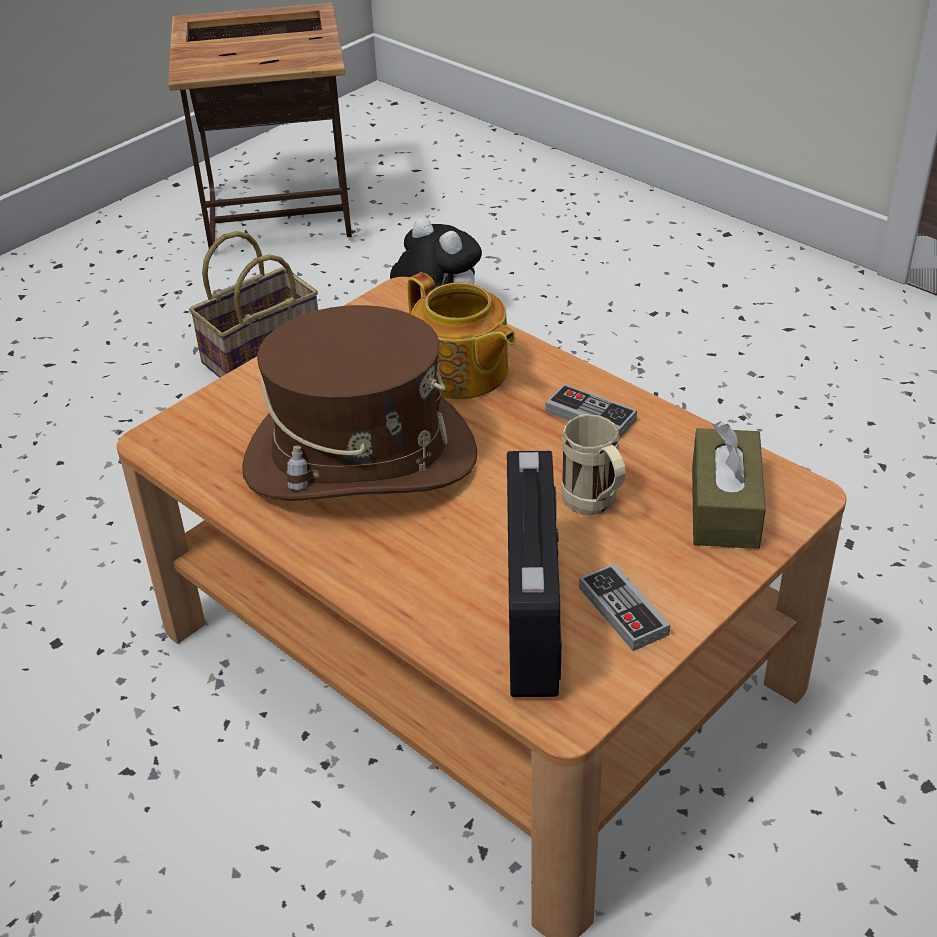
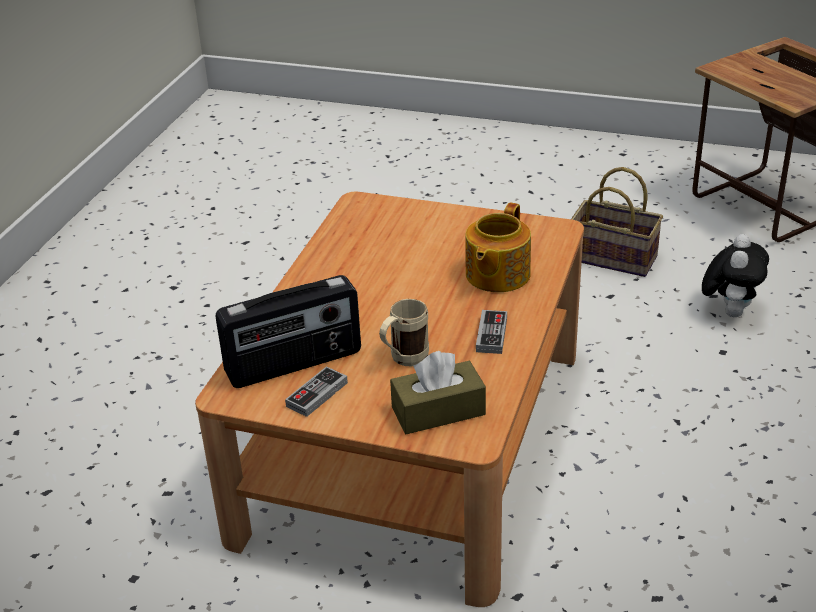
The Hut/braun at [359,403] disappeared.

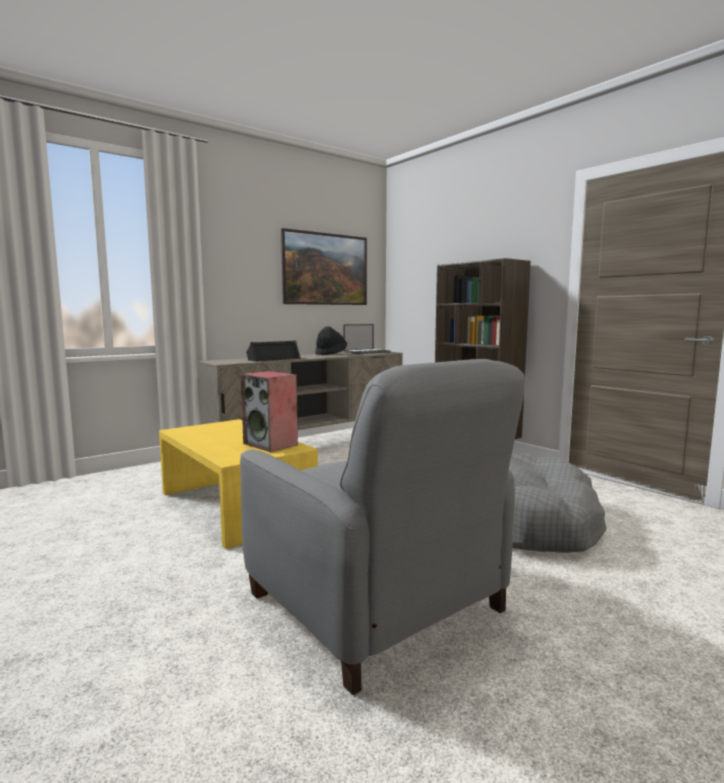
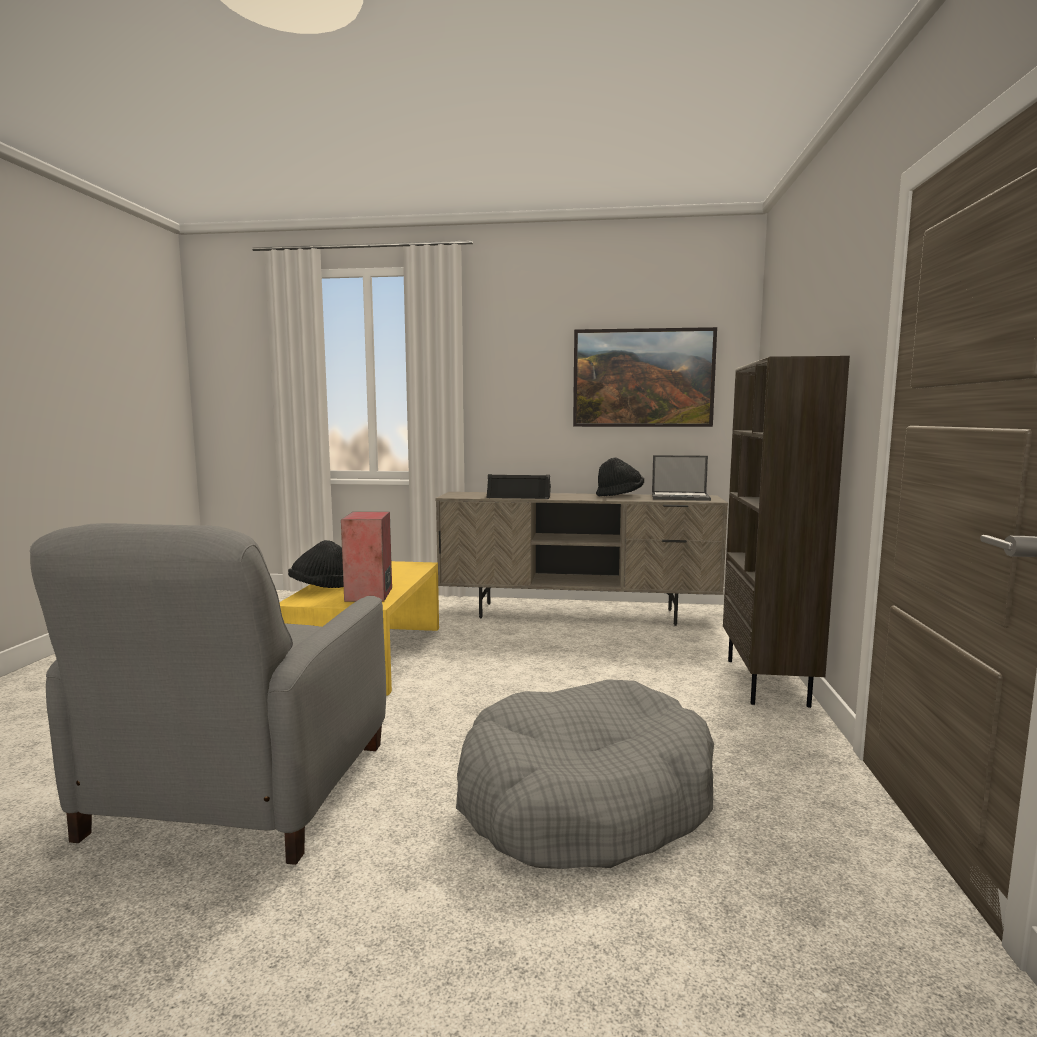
The Hut/schwarz at [316,564] appeared.

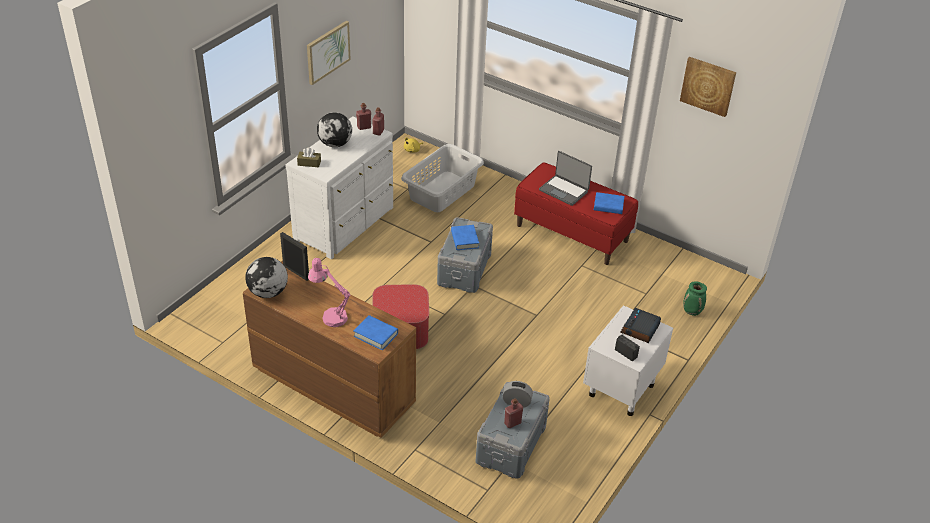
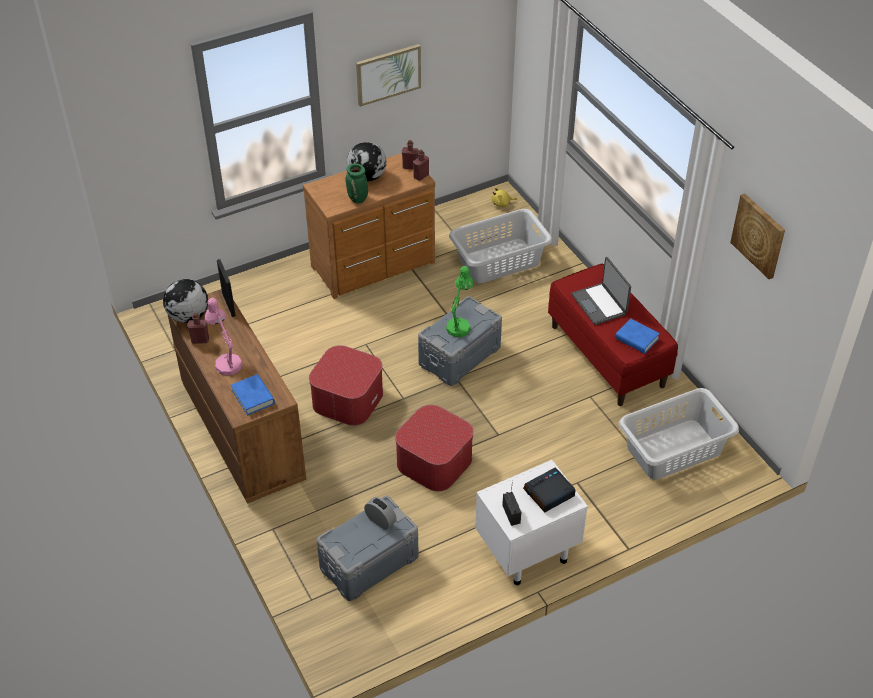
The Kommode/weiß at [339,187] became the Kommode/braun at [369,226].
The Taschentuchbox/braun at [309,157] disappeared.
The Buch/blau at [465,237] was replaced by the Tischlampe/grün at [460,301].
The Flasche/rot moved from [513,413] to [198,328].
The Vase/grün moved from [695,298] to [356,183].
The Polsterhocker at [434,448] appeared.
The Wäschekorb/grau at [679,434] appeared.

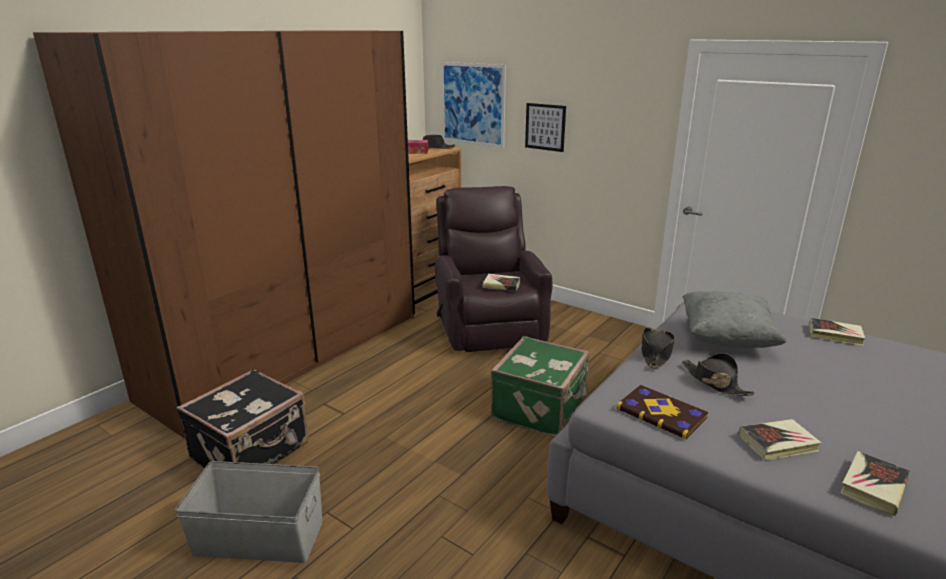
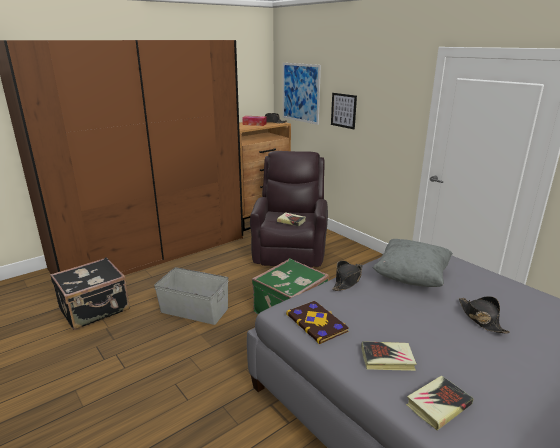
The Aufbewahrungsbox/grau moved from [249,512] to [191,296].
The Hut/schwarz moved from [718,374] to [484,315].
The Buch at [837,332] disappeared.

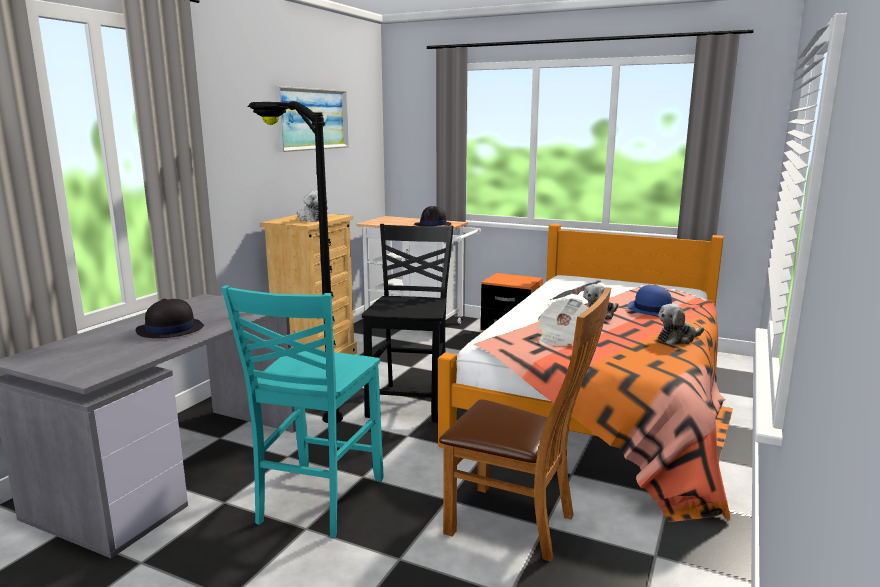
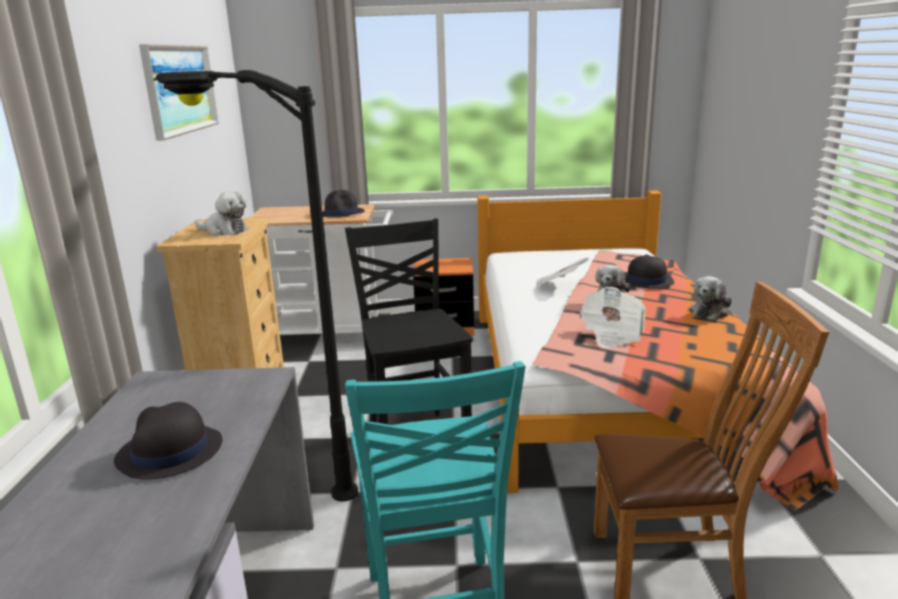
The Hut/blau at [649,300] became the Hut/schwarz at [649,271].

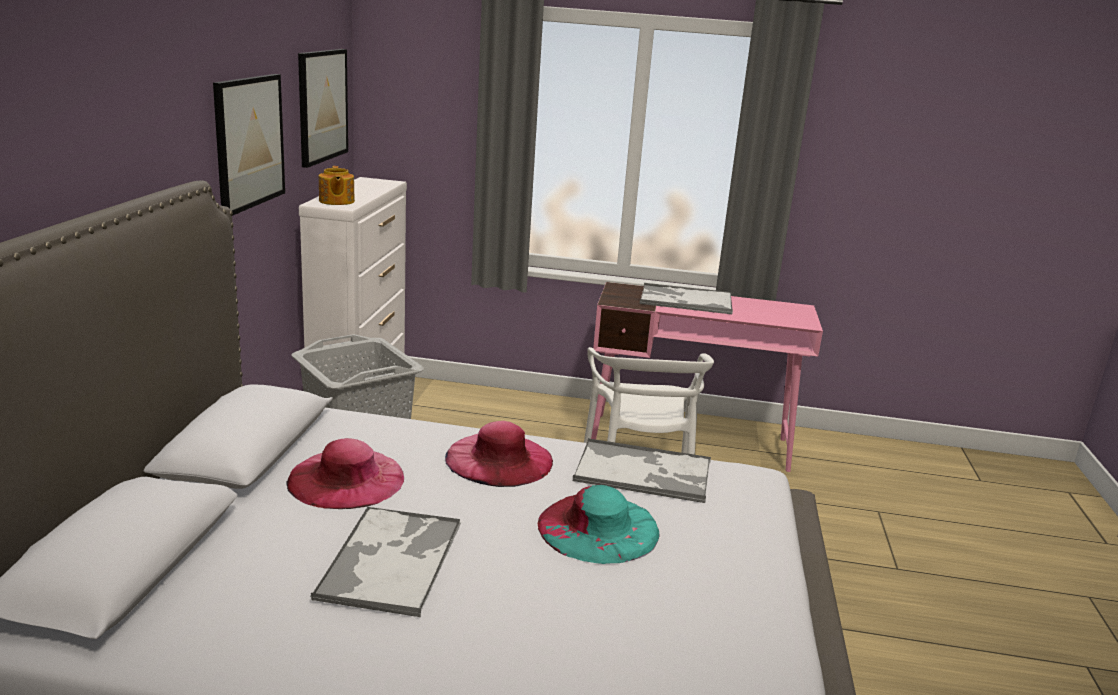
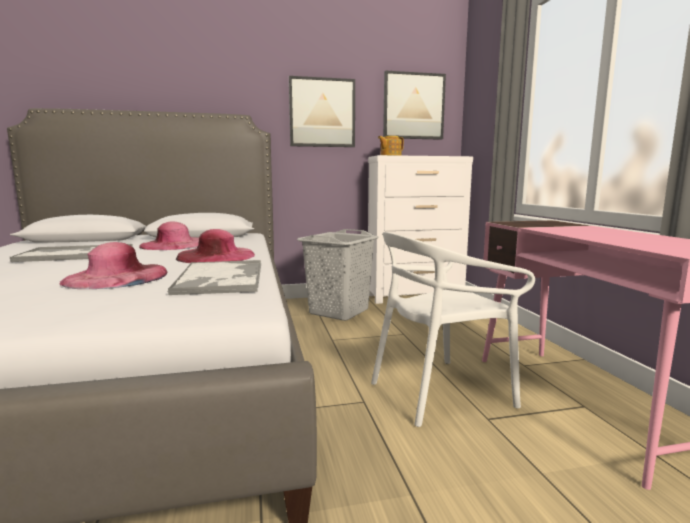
The Hut/türkis at [598,524] became the Hut/rosa at [113,265].
The Tablett at [686,298] disappeared.

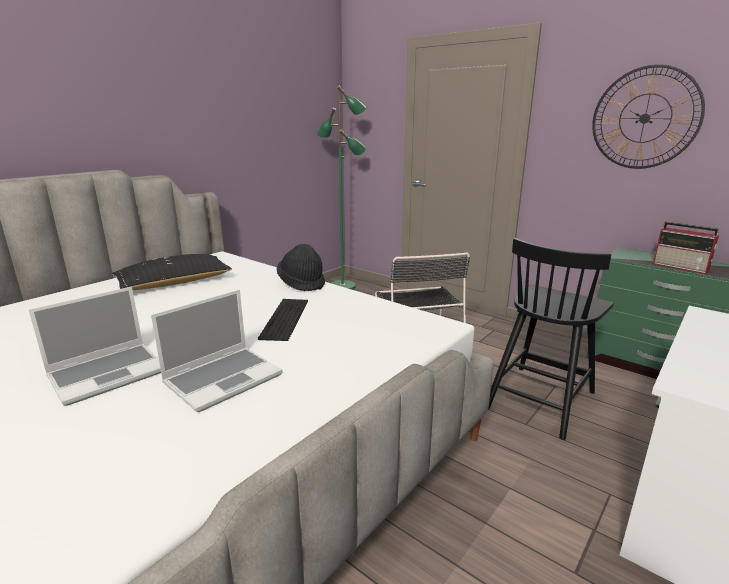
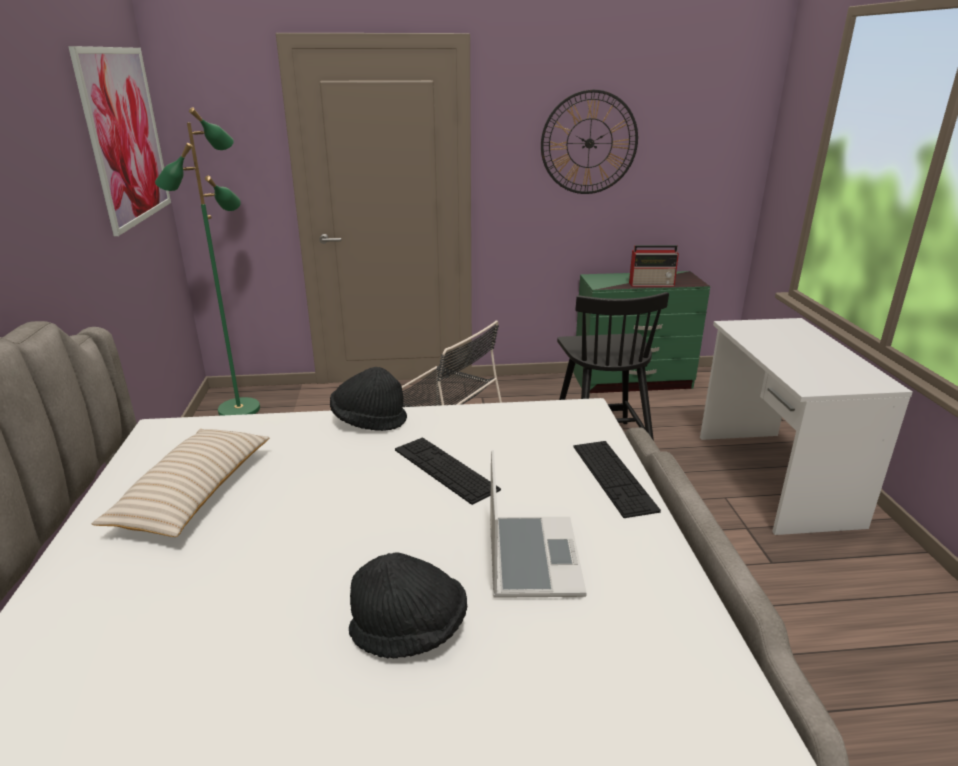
The Laptop at [95,346] was replaced by the Hut/schwarz at [408,605].
The Kissen/schwarz at [172,272] became the Kissen/beige at [180,483].
The Bild at [119,141] appeared.
The Tastatur at [617,479] appeared.

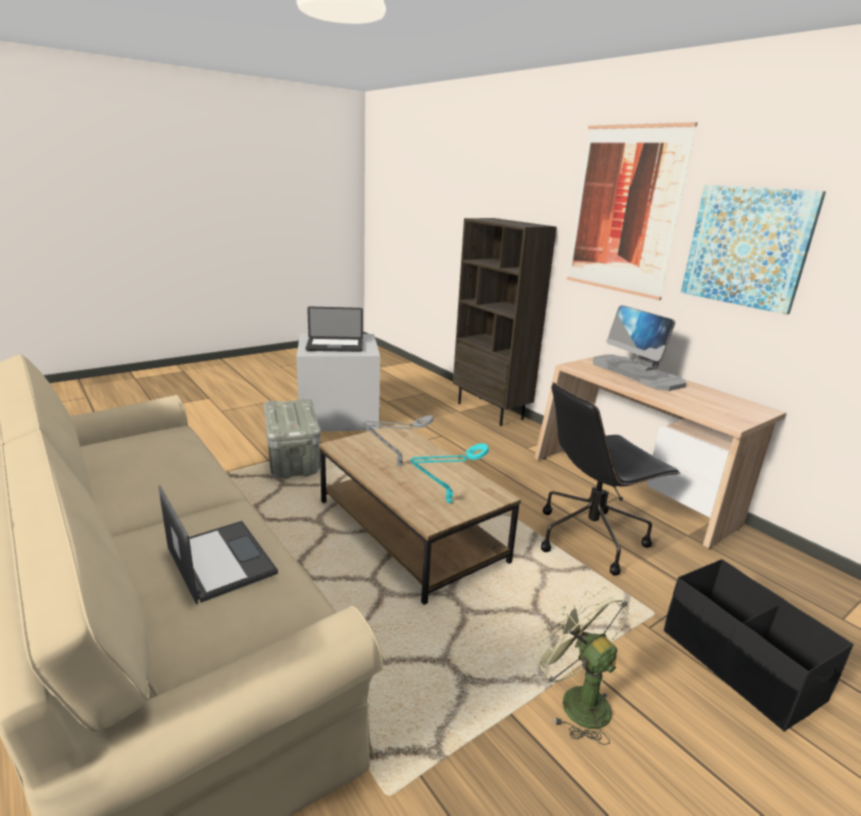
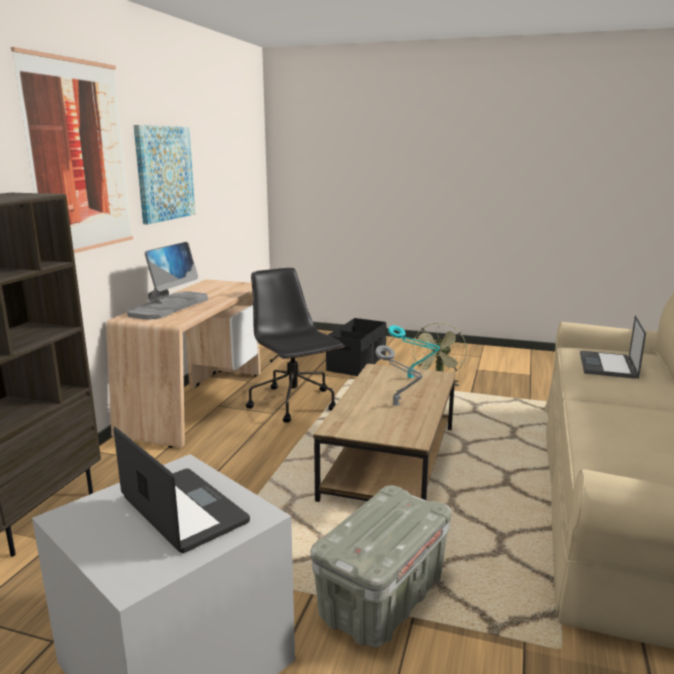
The Bürostuhl/schwarz at [610,479] turned 150 degrees counterclockwise.

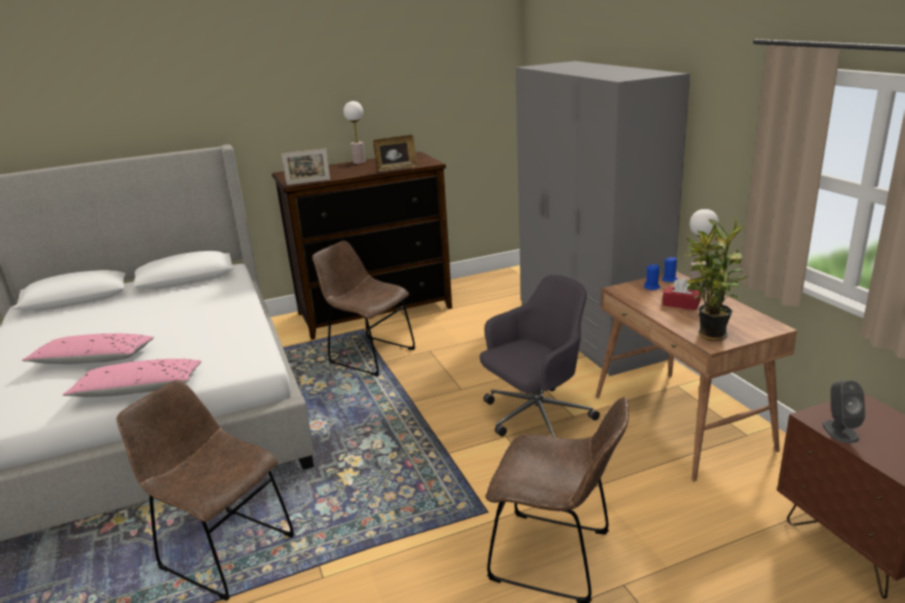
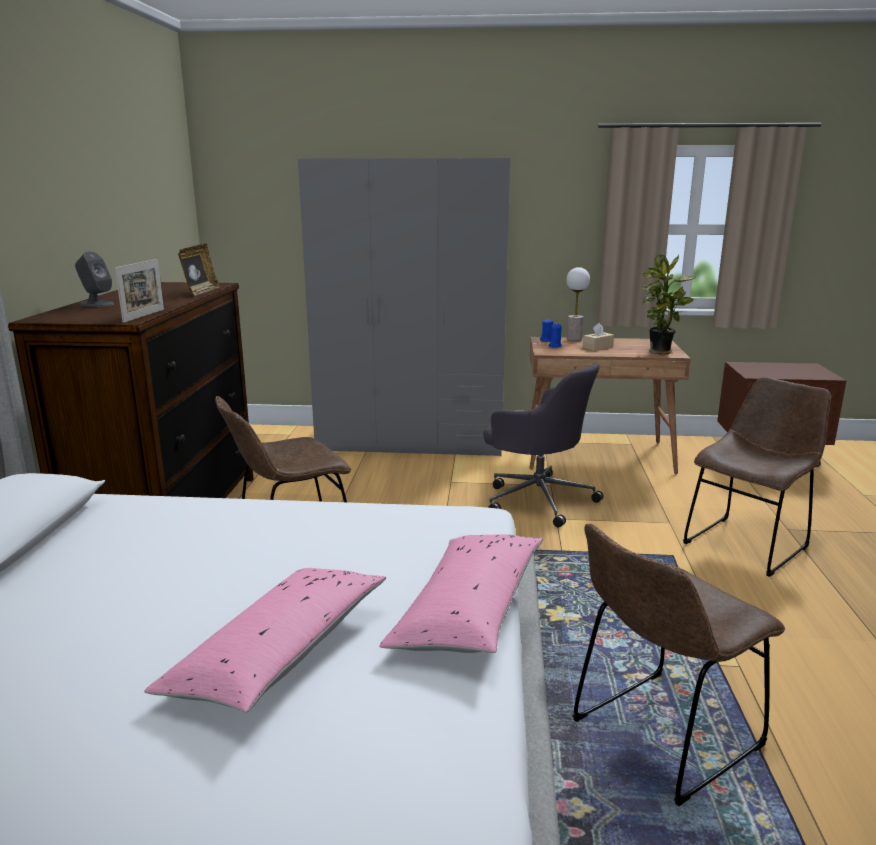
The Tischlampe at [354,132] disappeared.
The Bürostuhl/grau at [540,356] turned 135 degrees clockwise.
The Taschentuchbox/rot at [682,294] became the Taschentuchbox/beige at [598,336].
The Lautsprecher/grau moved from [844,411] to [94,279].

